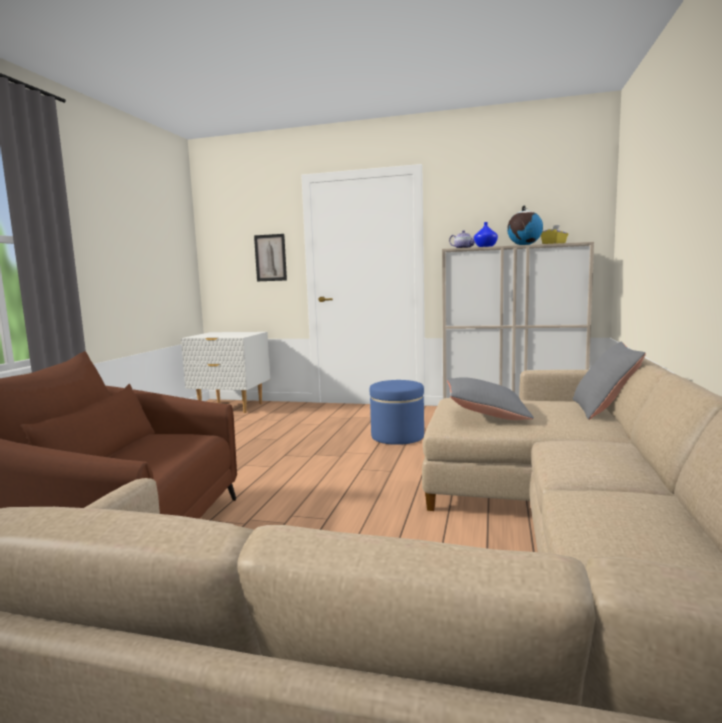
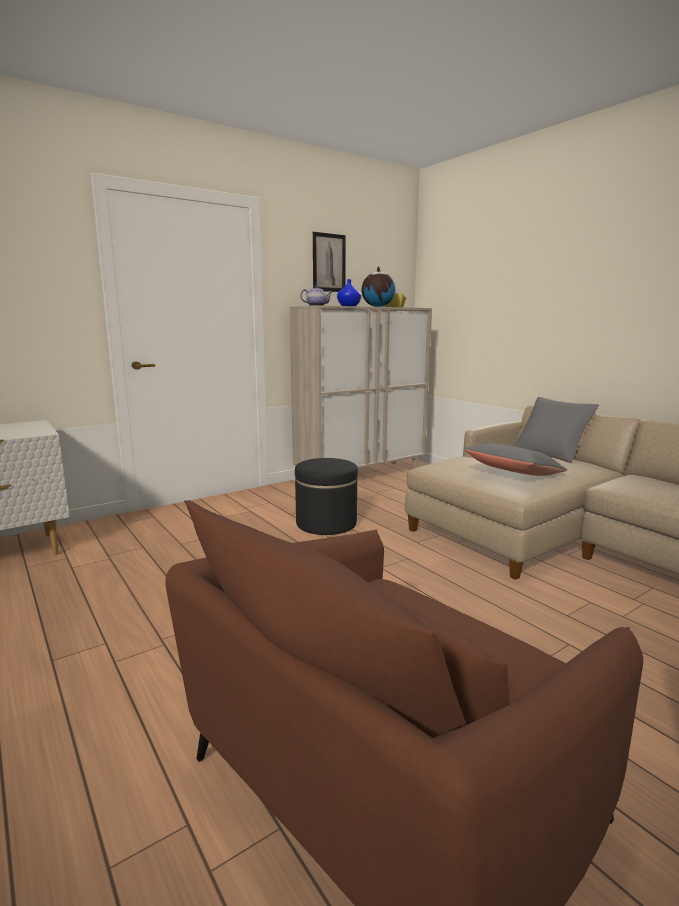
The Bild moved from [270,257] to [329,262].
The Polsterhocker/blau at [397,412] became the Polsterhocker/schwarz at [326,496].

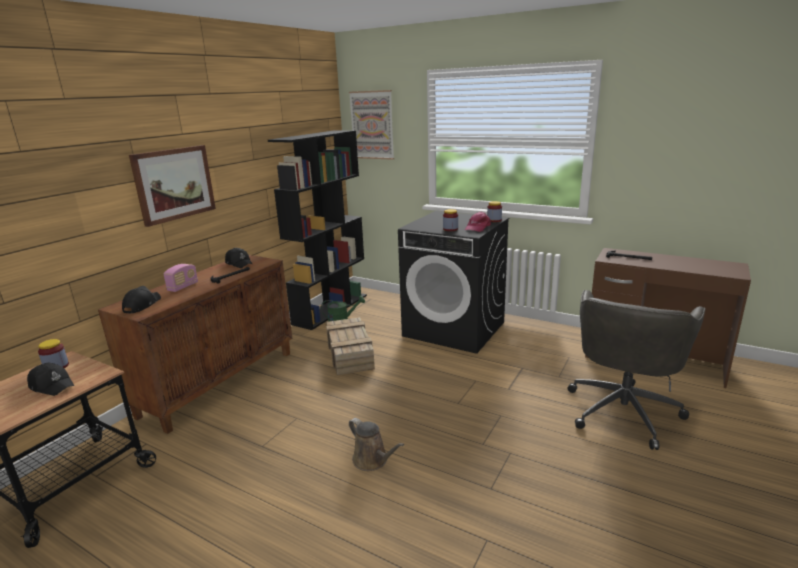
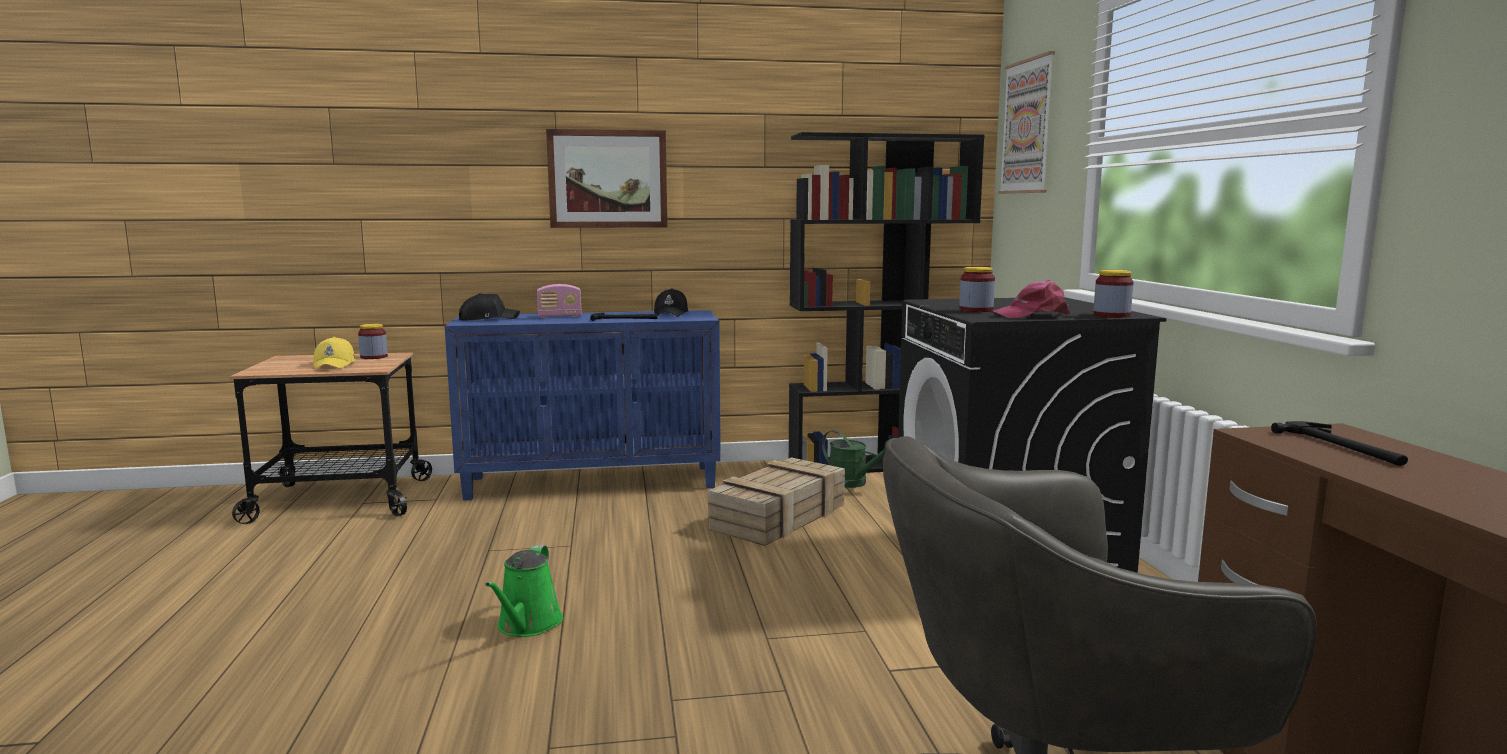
The Kappe/schwarz at [50,379] became the Kappe/gelb at [334,353].
The Schrank/braun at [195,344] became the Schrank/blau at [582,405].
The Gießkanne/braun at [376,444] became the Gießkanne/grün at [524,591].

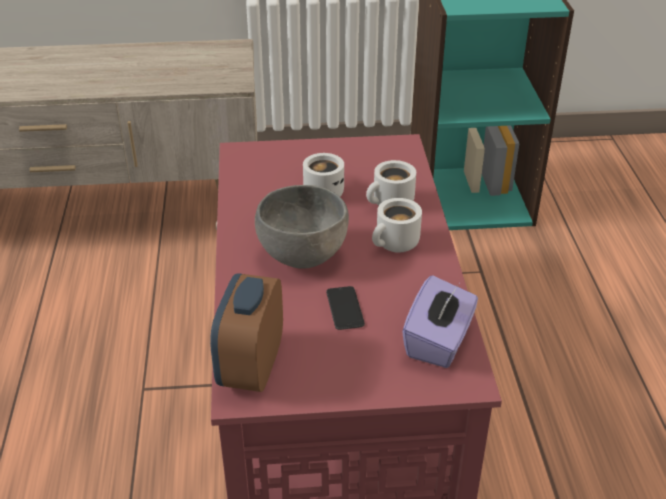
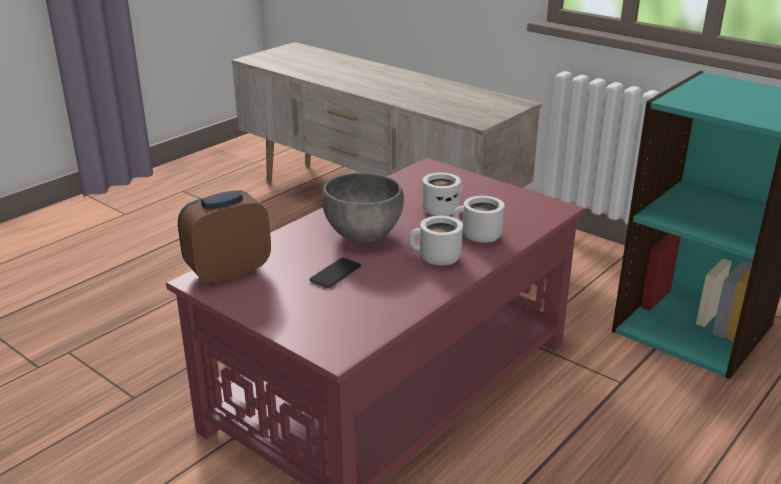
The Taschentuchbox/lila at [440,321] disappeared.

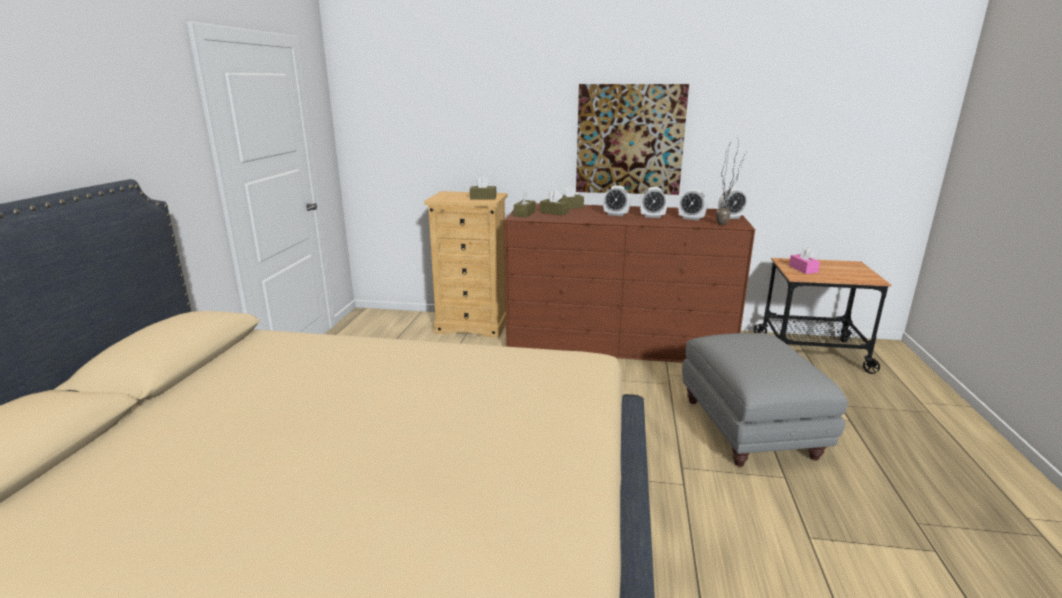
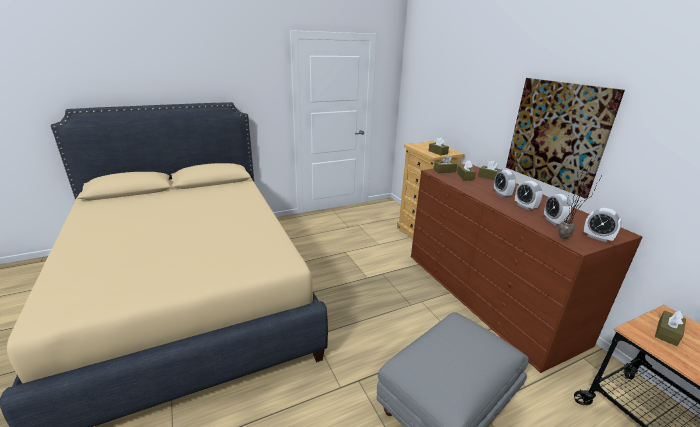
The Taschentuchbox/rosa at [804,260] became the Taschentuchbox/braun at [670,328].

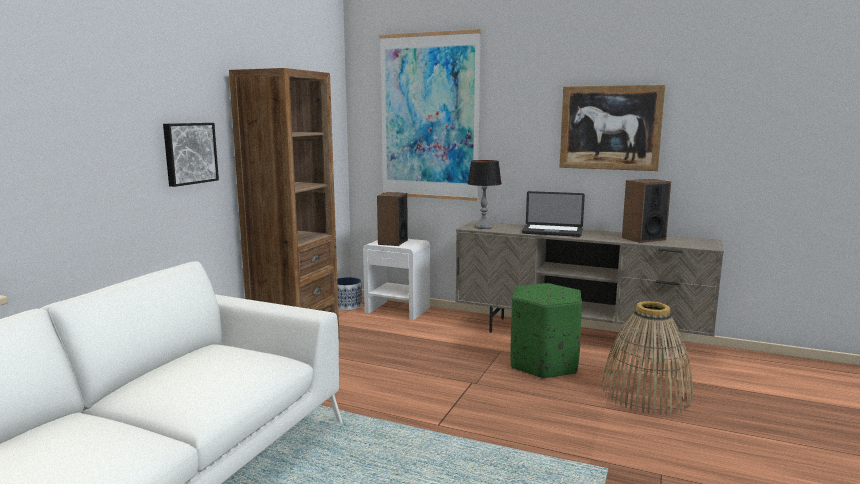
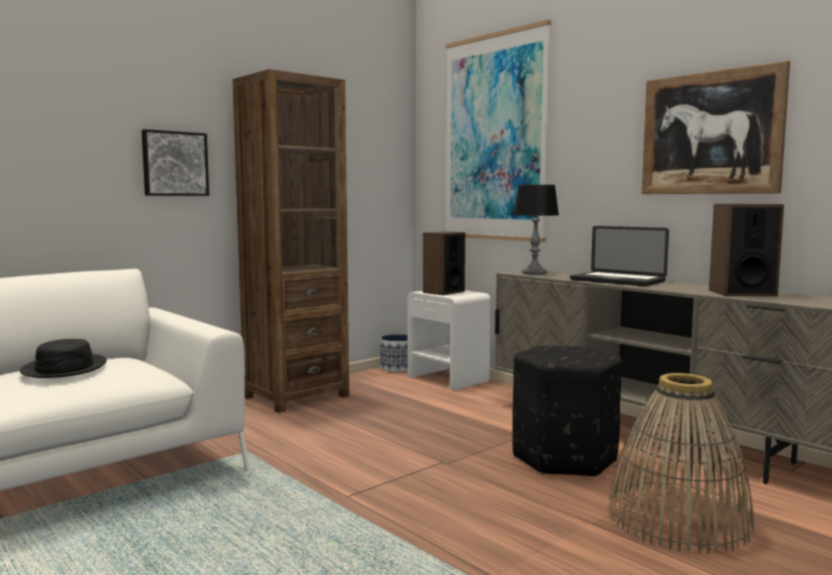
The Polsterhocker/grün at [546,331] became the Polsterhocker/schwarz at [567,411].
The Hut/schwarz at [63,358] appeared.

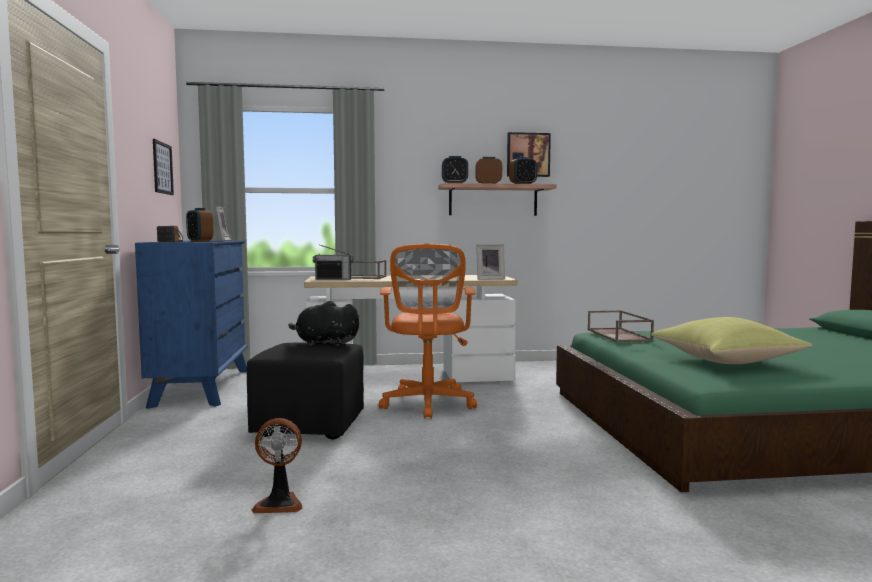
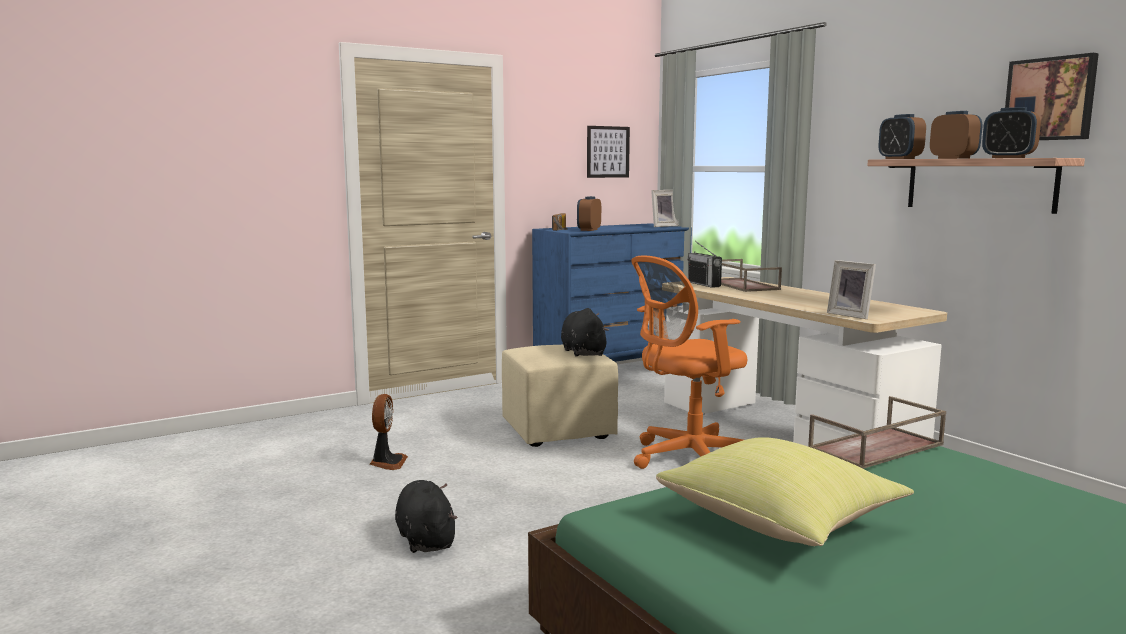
The Polsterhocker/schwarz at [305,390] became the Polsterhocker/beige at [560,396].
The Ventilator at [277,465] turned 150 degrees counterclockwise.
The Plüschtier/schwarz at [426,516] appeared.

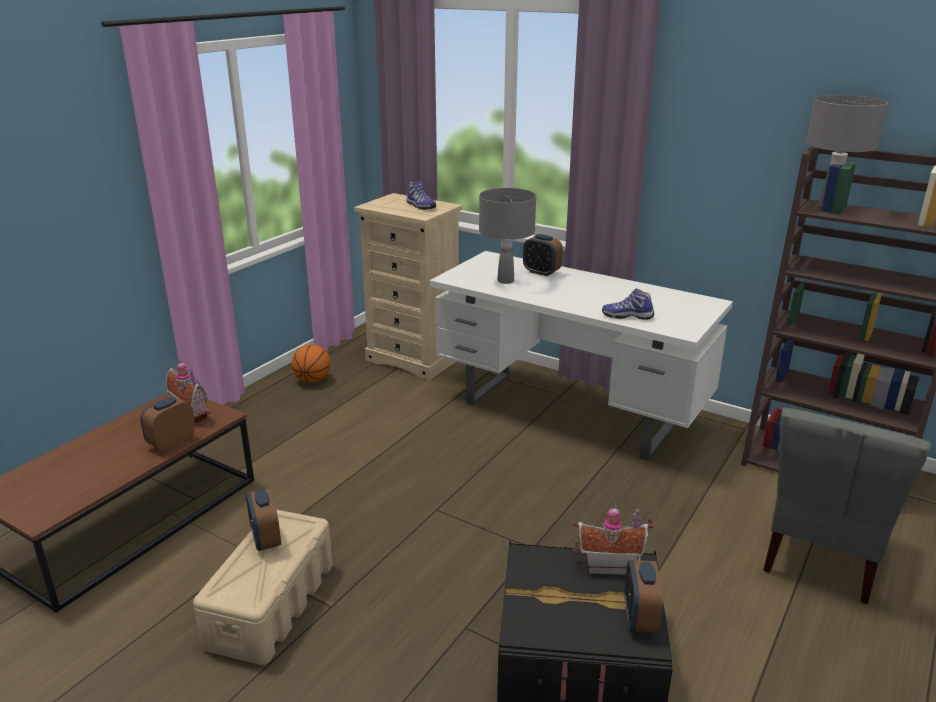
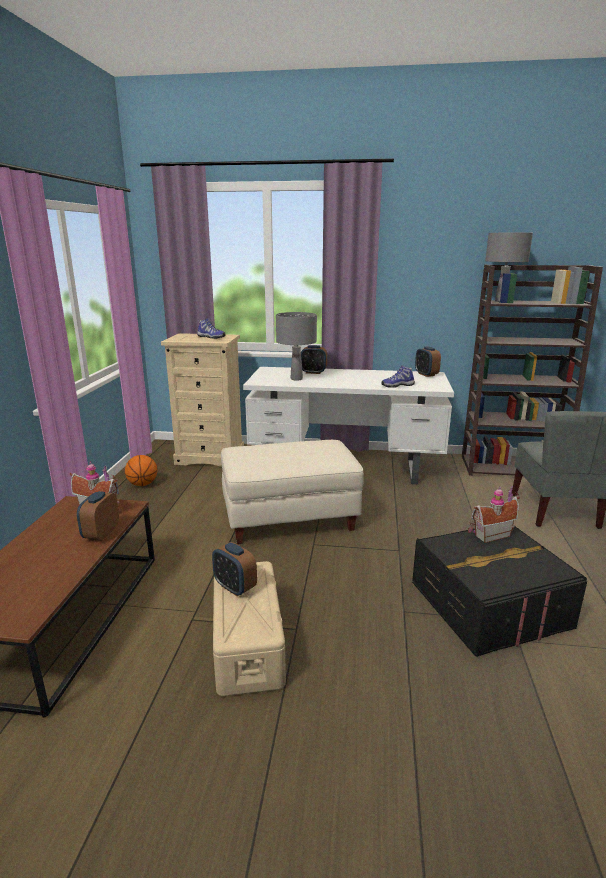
The Wecker moved from [643,596] to [428,361].
The Polsterhocker/beige at [292,492] appeared.

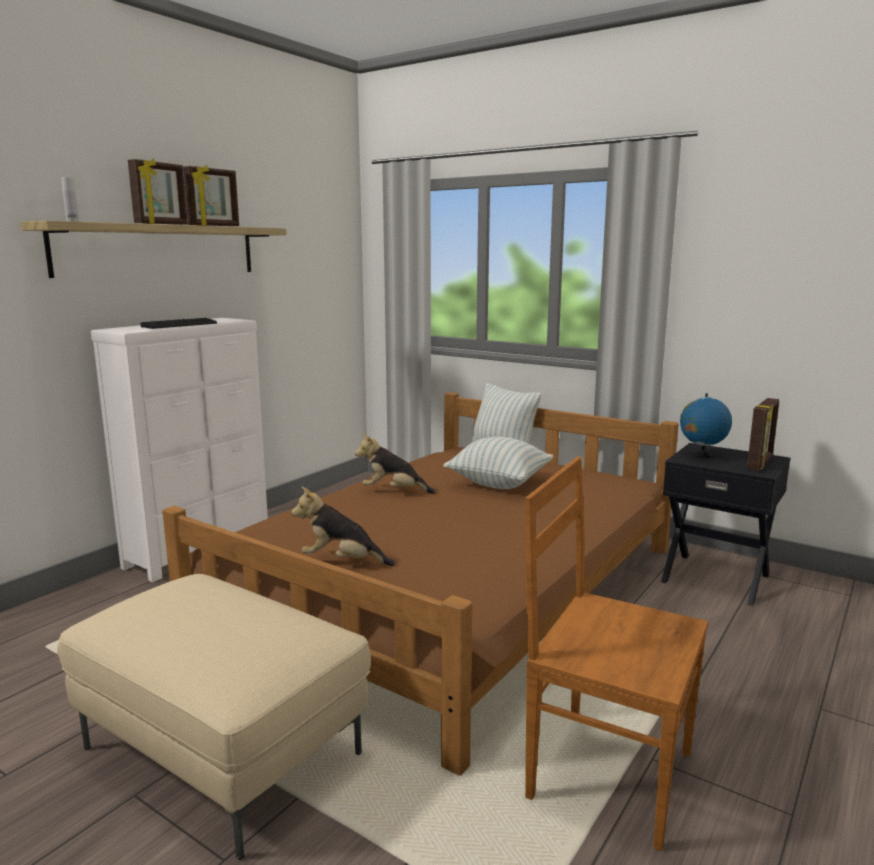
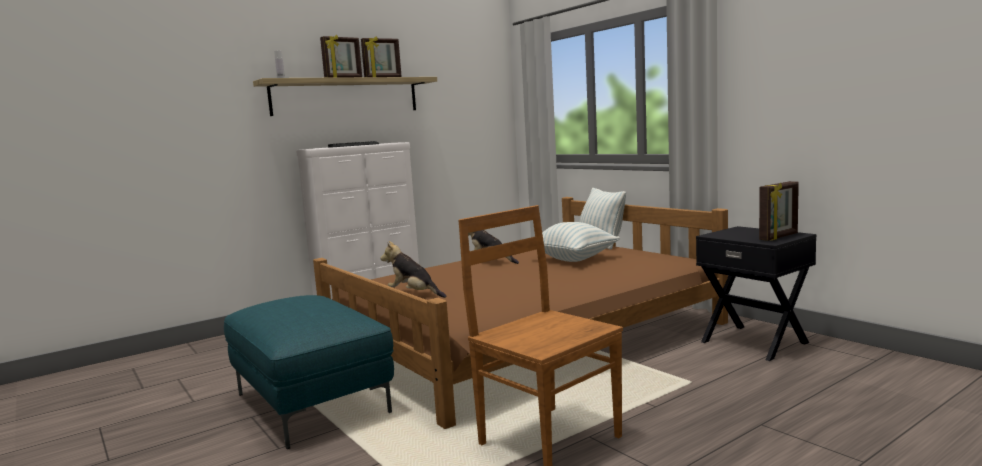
The Polsterhocker/beige at [214,717] became the Polsterhocker/türkis at [309,372].
The Globus at [706,425] disappeared.

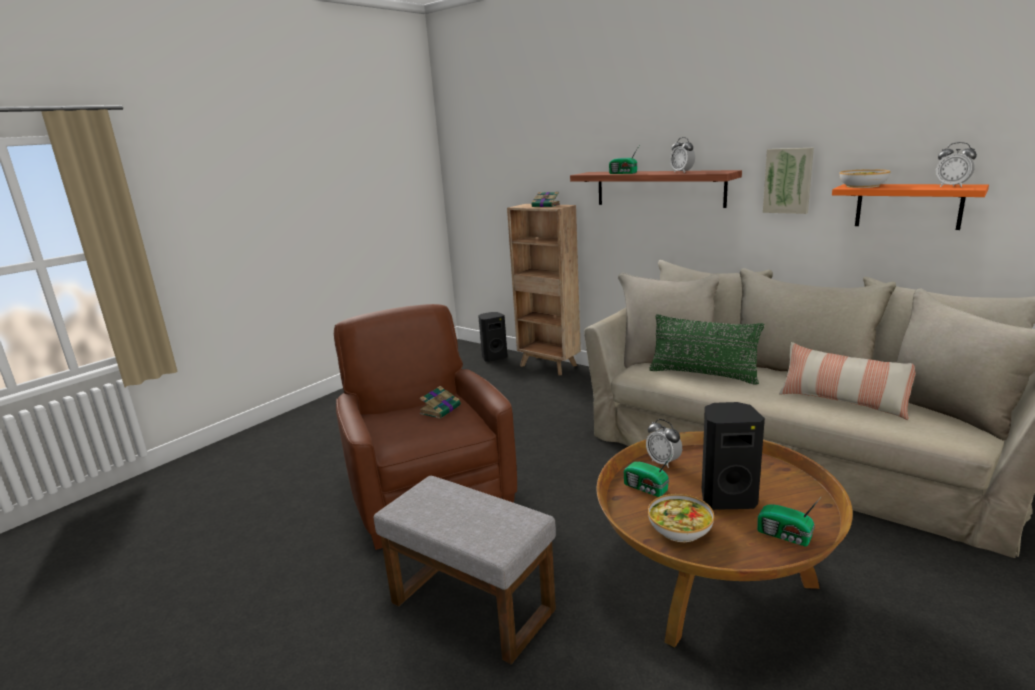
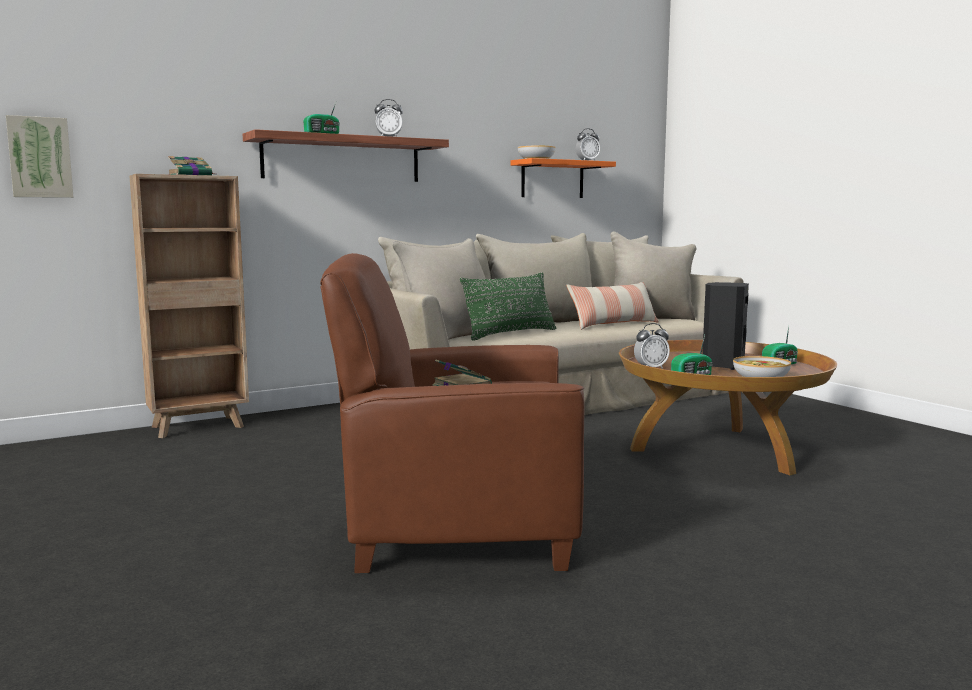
The Polsterhocker/grau at [465,570] disappeared.
The Lautsprecher/schwarz at [493,337] disappeared.
The Bild moved from [788,181] to [40,156].

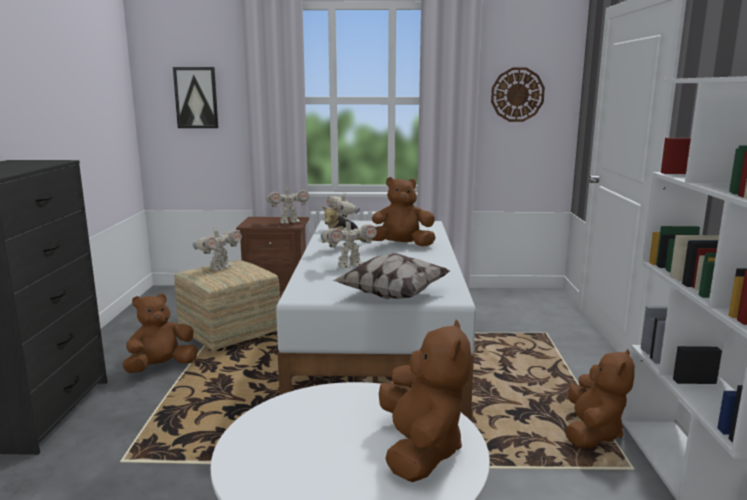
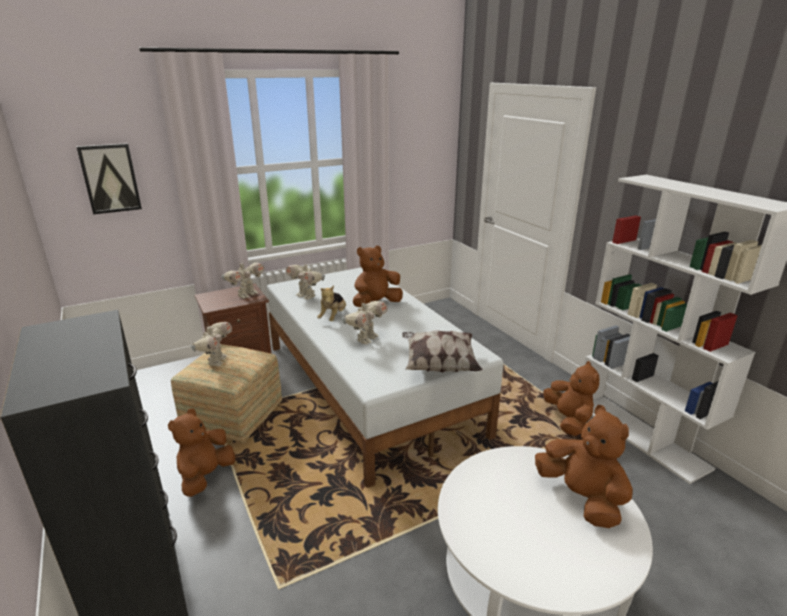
The Wanduhr at [518,95] disappeared.

